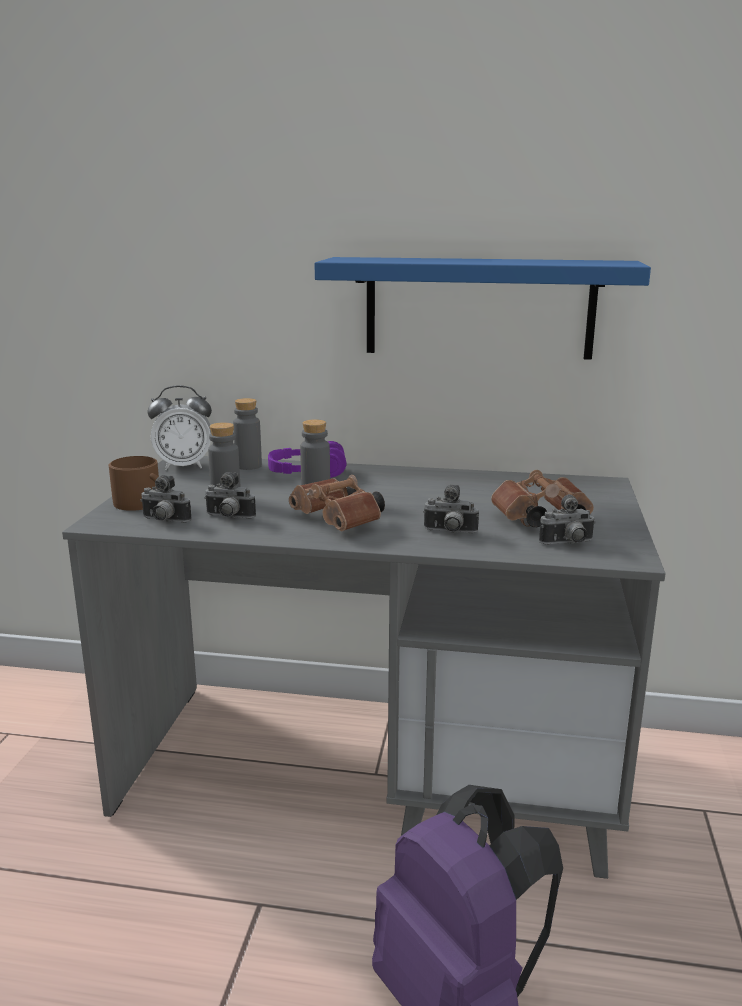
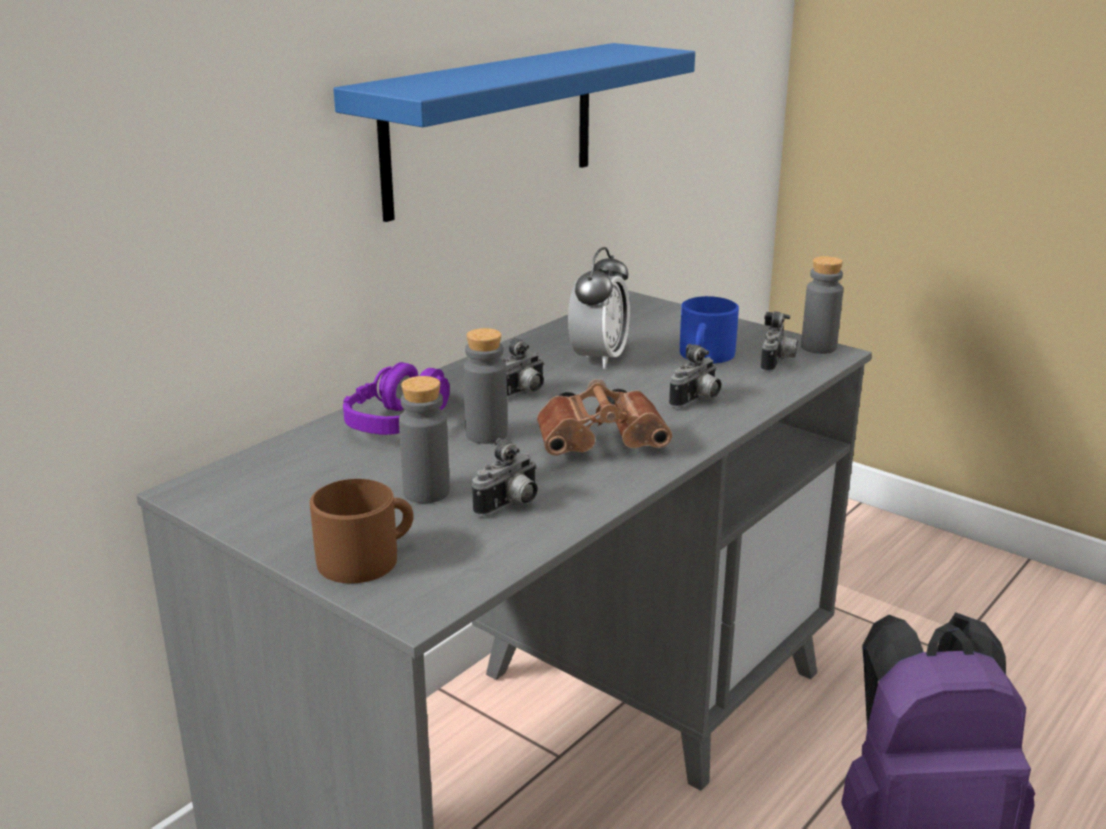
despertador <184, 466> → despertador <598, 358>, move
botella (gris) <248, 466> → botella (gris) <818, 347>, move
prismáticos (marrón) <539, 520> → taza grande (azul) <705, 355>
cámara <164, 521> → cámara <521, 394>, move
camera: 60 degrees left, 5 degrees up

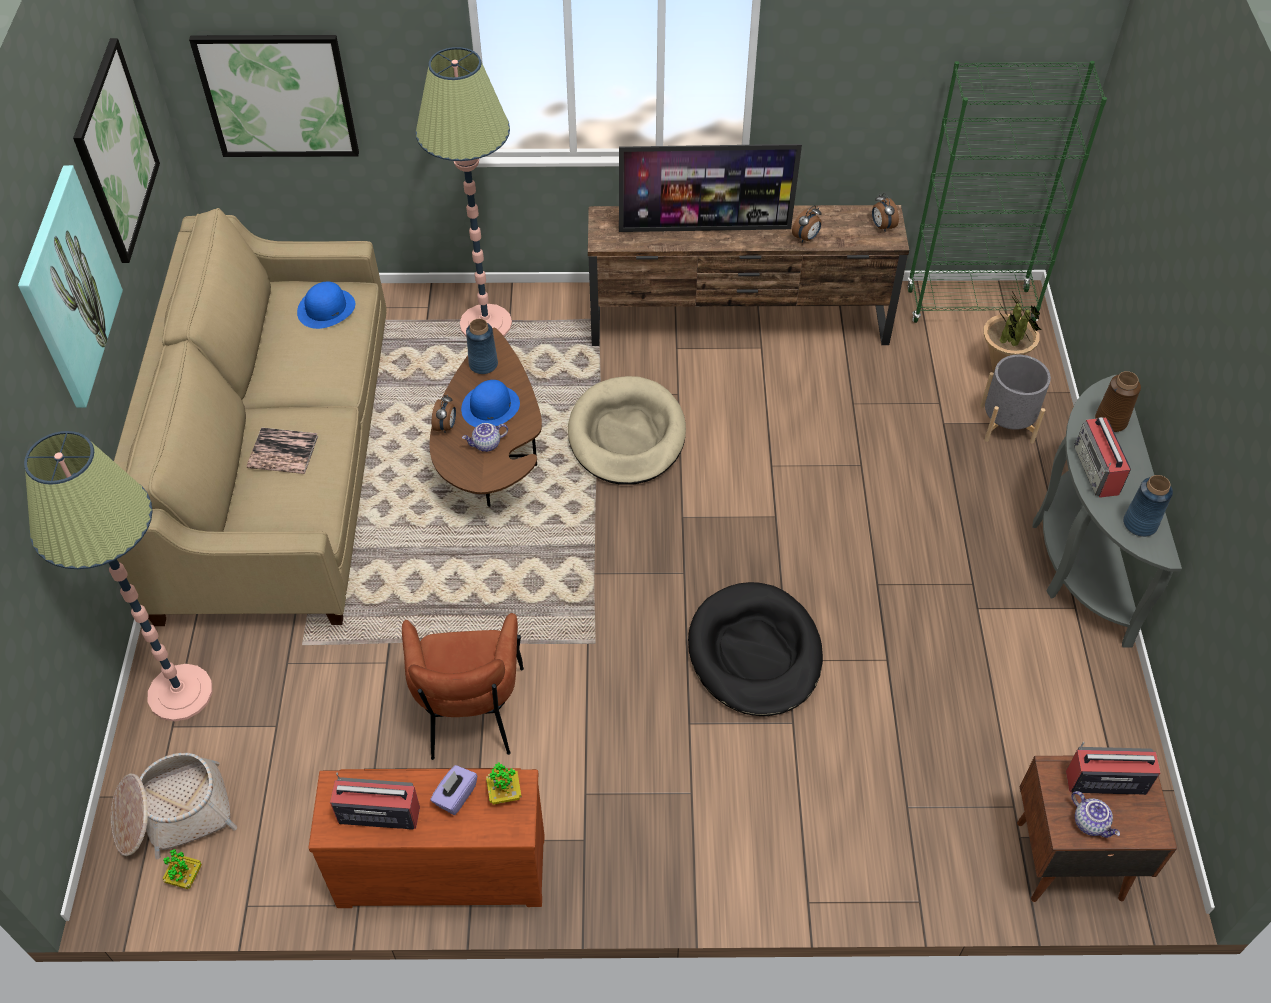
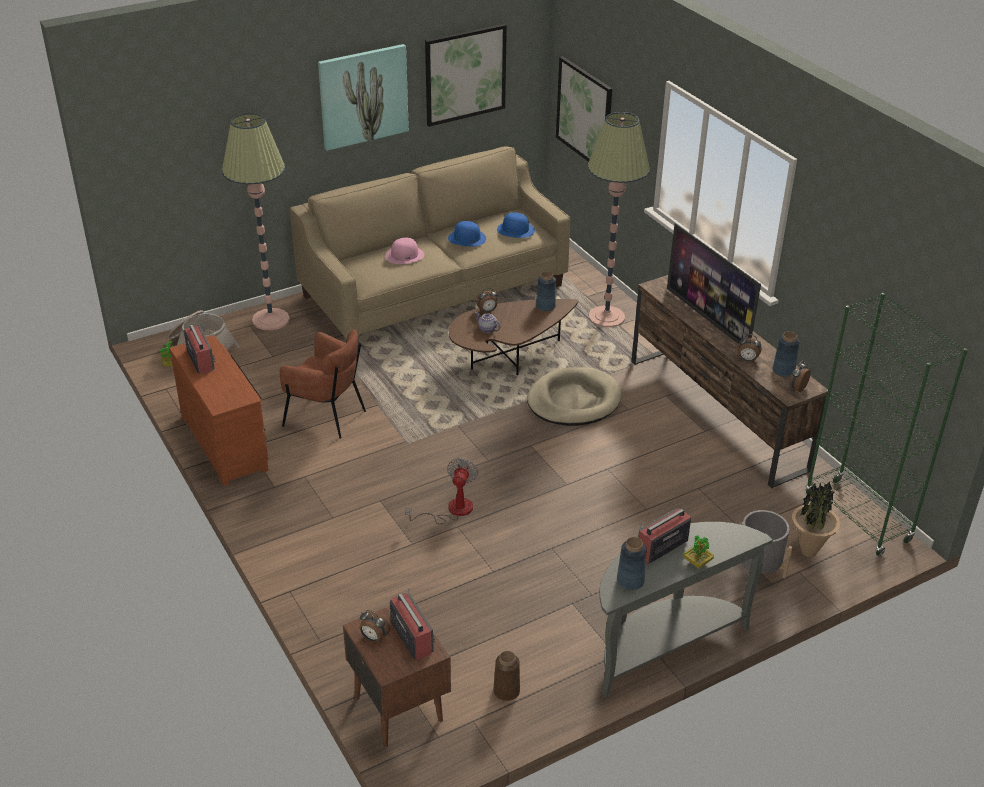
florero (marrón) <1111, 420> → florero (marrón) <506, 691>, move
sombrero (azul) <490, 407> → sombrero (azul) <467, 238>, move
libro <283, 452> → sombrero (rosa) <404, 255>
cama para perro (negro) <755, 653> → ventilador <451, 510>
sillón (marrón) <470, 713> → sillón (marrón) <326, 416>, 120 degrees counterclockwise
planta en maceta <504, 792> → planta en maceta <697, 562>, move
caja de pañuelos (morado) <455, 796> → -
tetera <1091, 823> → despertador <374, 638>
- → florero (azul) <783, 370>
camera: 60 degrees right, 15 degrees down

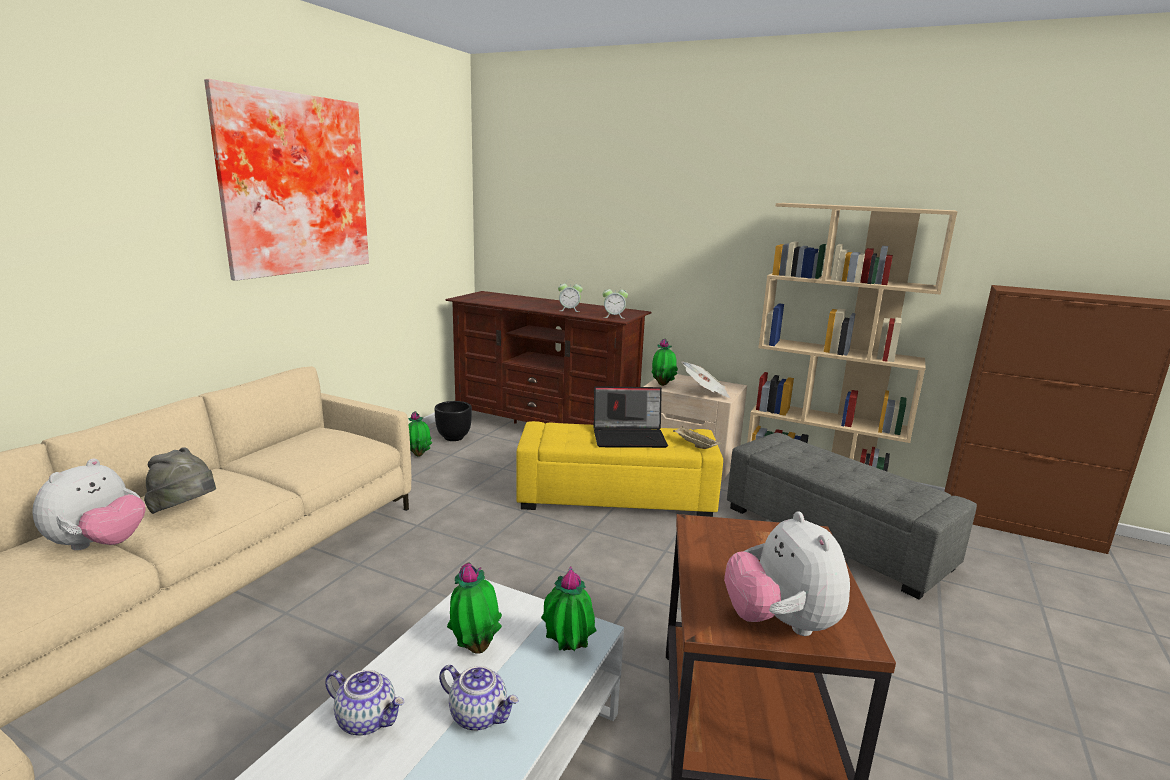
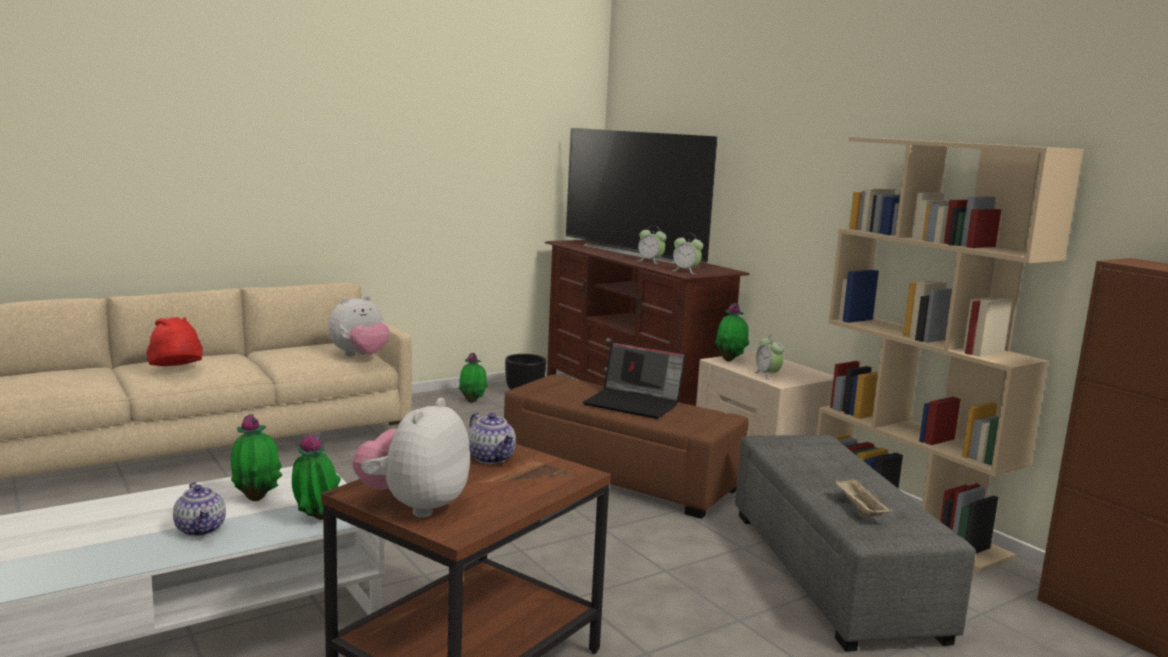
cuadro <292, 185> → -
periódico <705, 393> → despertador <767, 375>
puf (amarillo) <616, 497> → puf (marrón) <619, 476>
bandeja (beis) <694, 445> → bandeja (beis) <859, 509>, move
sombrero (gris) <186, 511> → sombrero (rojo) <176, 370>
peluche <99, 545> → peluche <360, 356>, move
tetera <367, 720> → tetera <492, 458>, move
- → televisor <636, 252>
camera: 30 degrees right, 5 degrees down

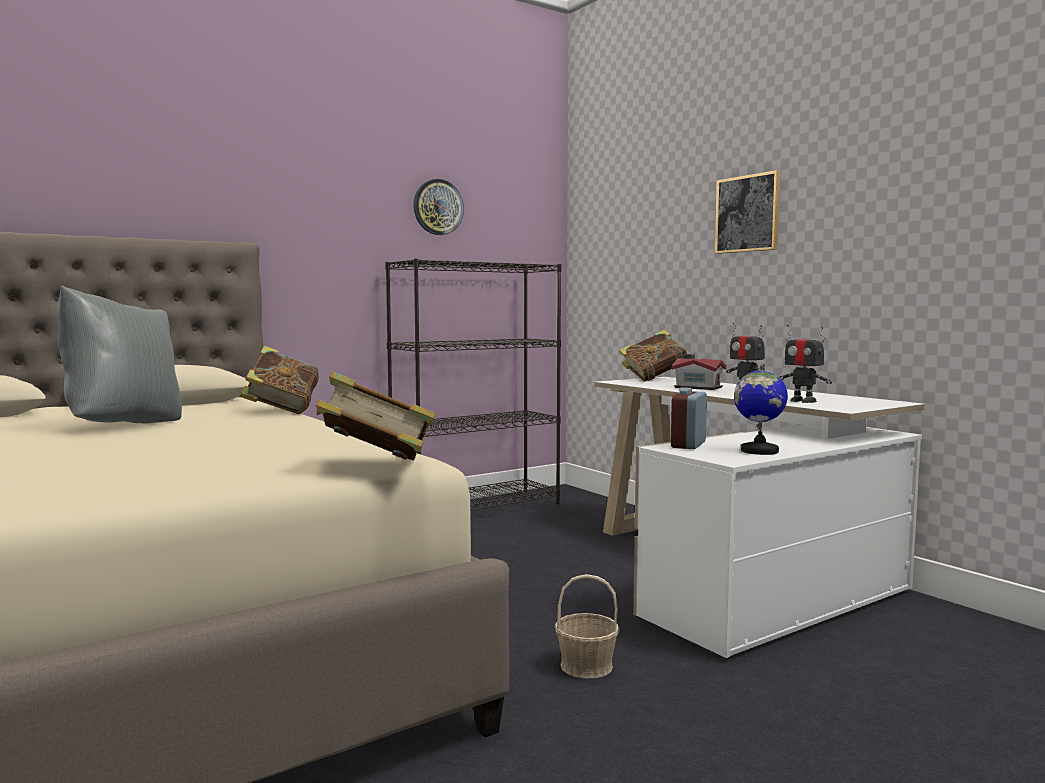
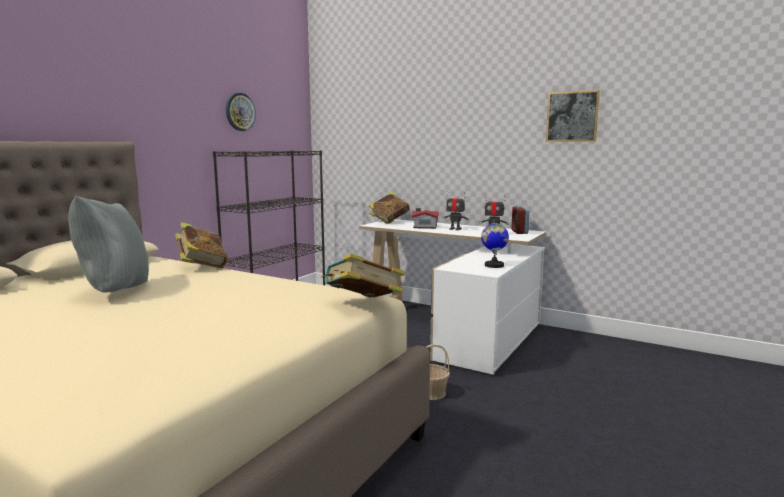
cuadro <748, 214> → cuadro <572, 116>, move
despertador <688, 445> → despertador <519, 232>, move
camera: 25 degrees left, 5 degrees up

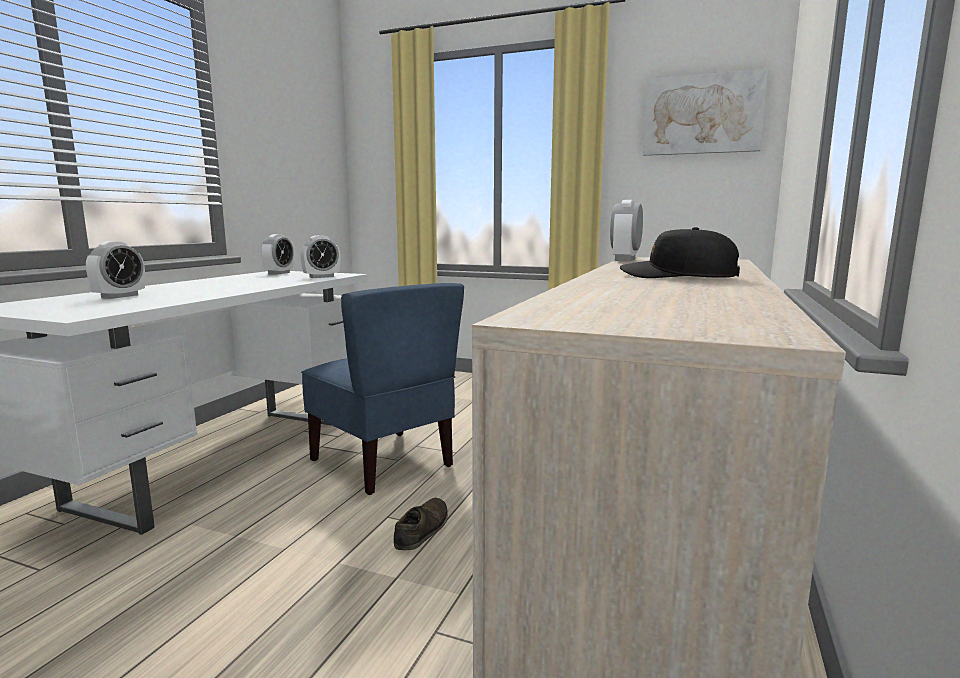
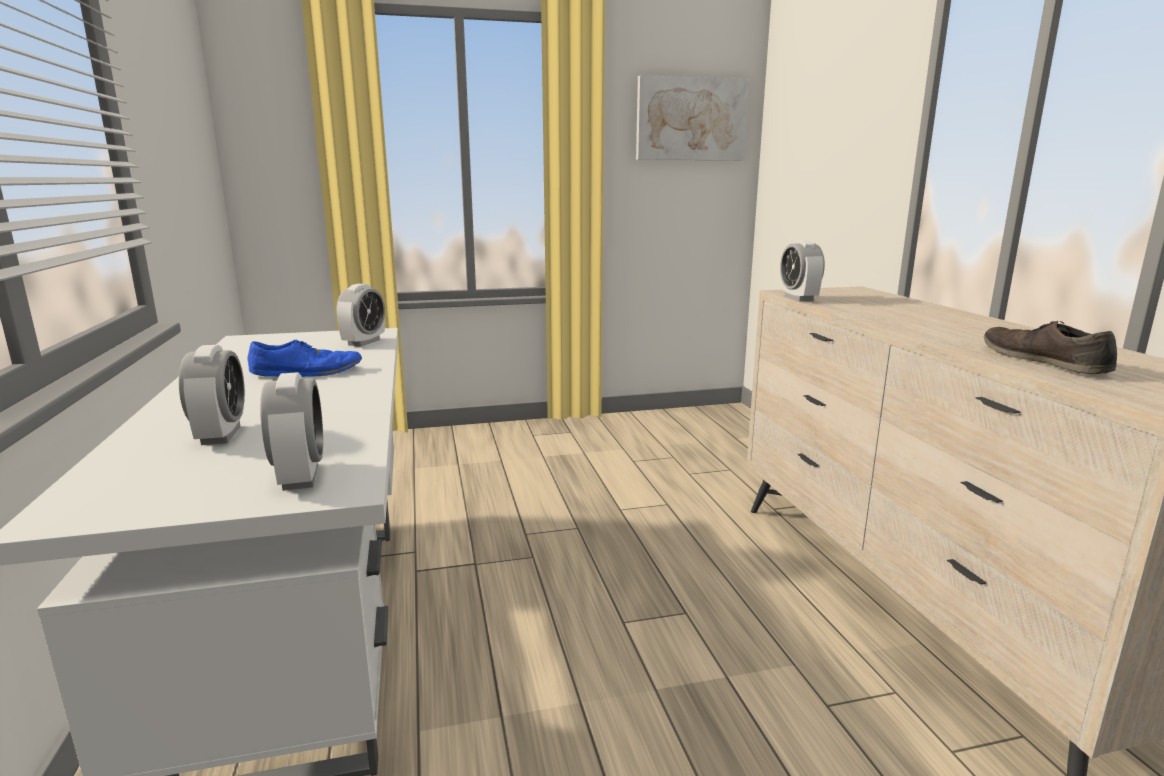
gorra (negro) <677, 276> → -
despertador <279, 273> → despertador <300, 477>, move
silla (azul) <383, 462> → -
zapato (marrón) <422, 530> → zapato (marrón) <1043, 361>, move
- → zapato (azul) <307, 372>
camera: 35 degrees left, 5 degrees up

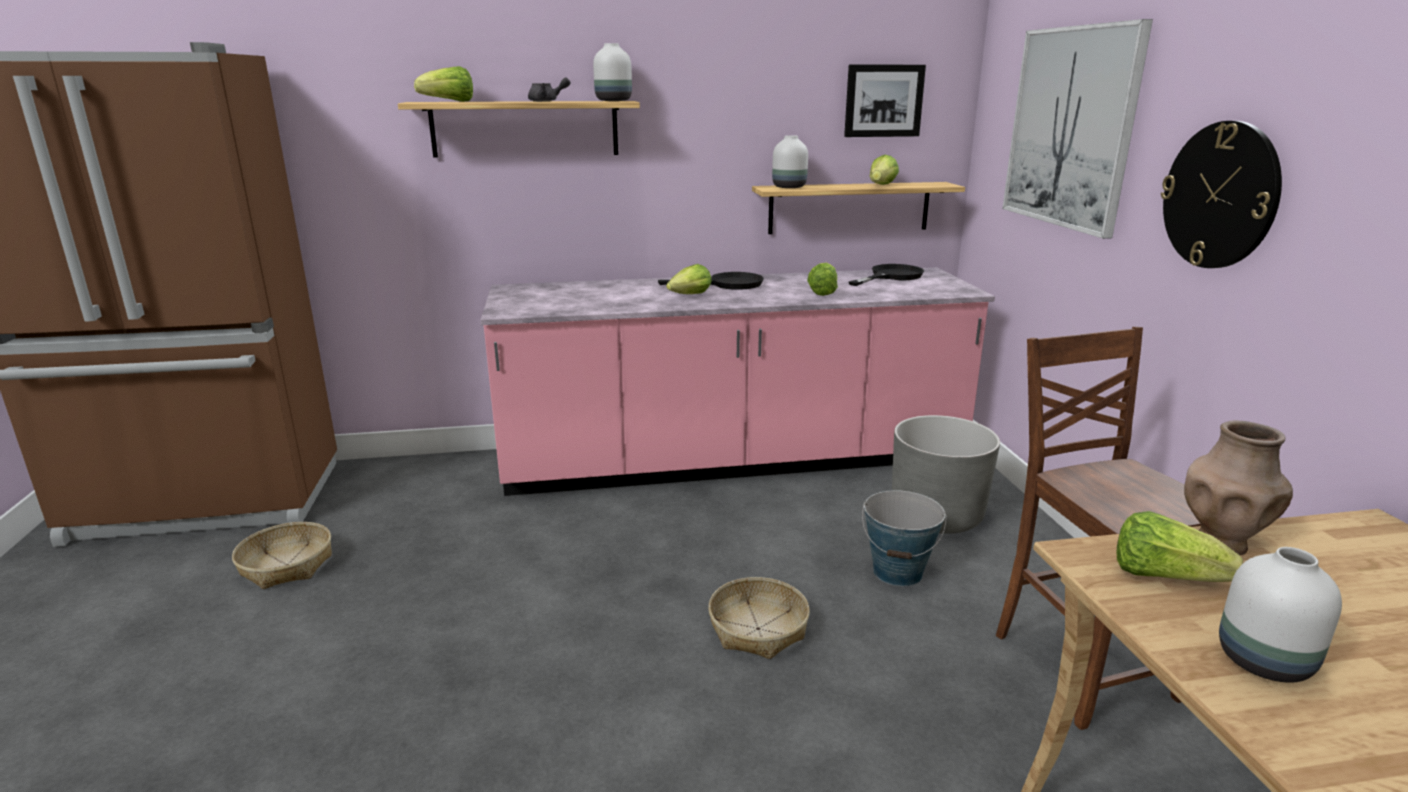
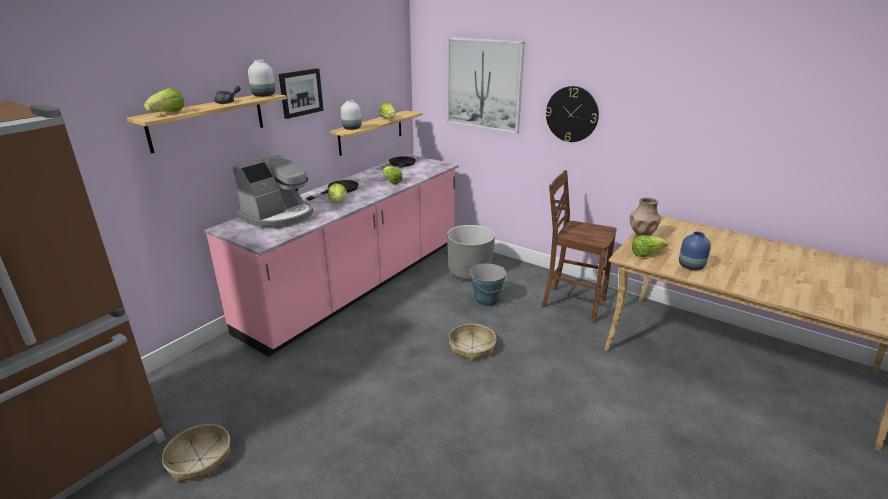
cuadro <883, 101> → cuadro <300, 92>, move
florero (blanco) <1262, 662> → florero (azul) <691, 266>
- → cafetera <279, 216>
camera: 45 degrees left, 5 degrees up

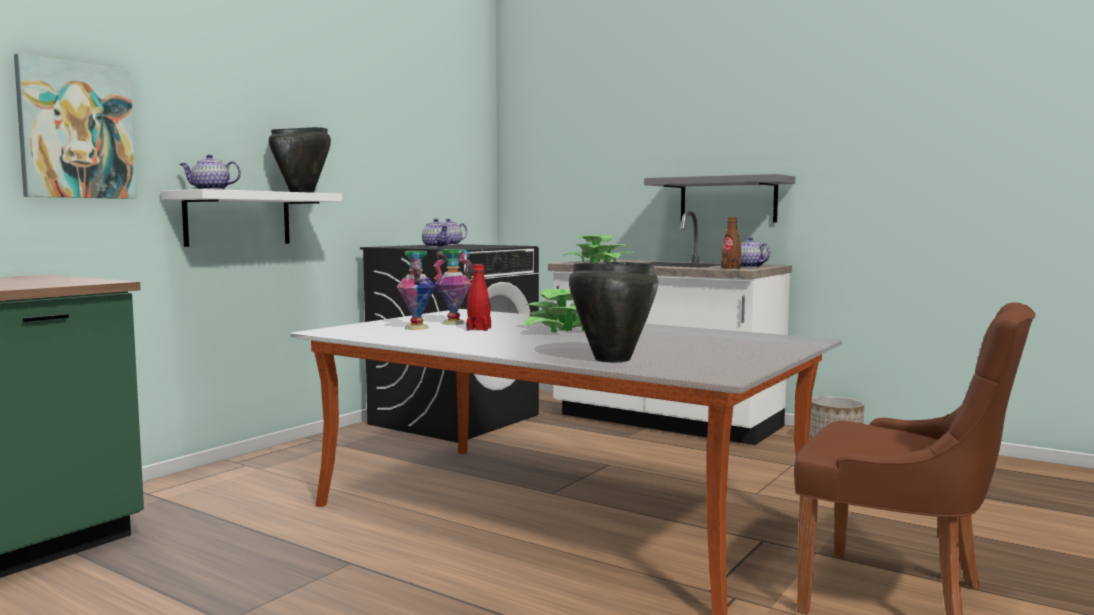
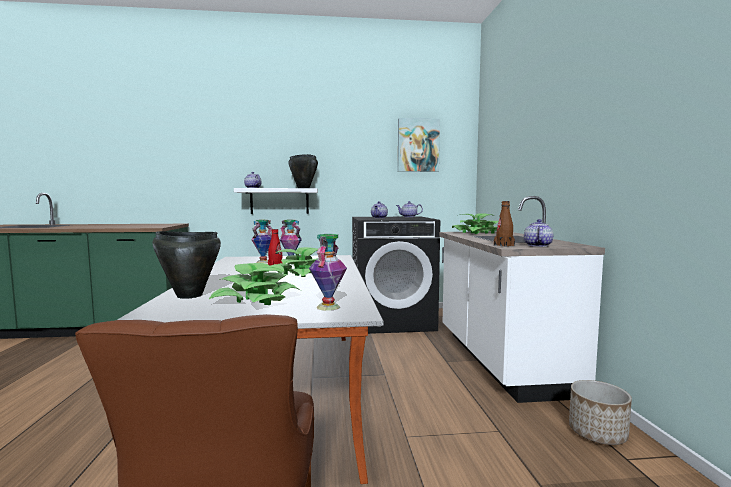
cuadro <76, 131> → cuadro <418, 145>, move
estante (gris) <728, 200> → -
- → florero <327, 307>
- → planta en maceta <256, 299>
camera: 50 degrees right, 0 degrees up

